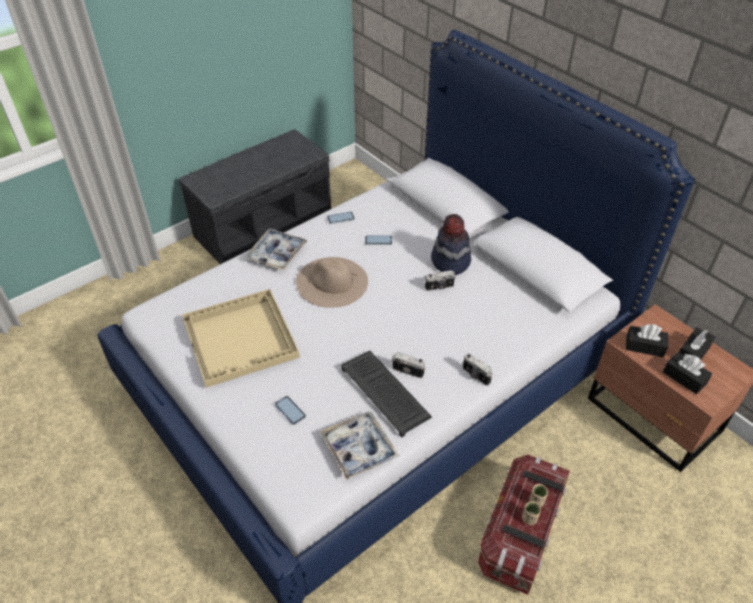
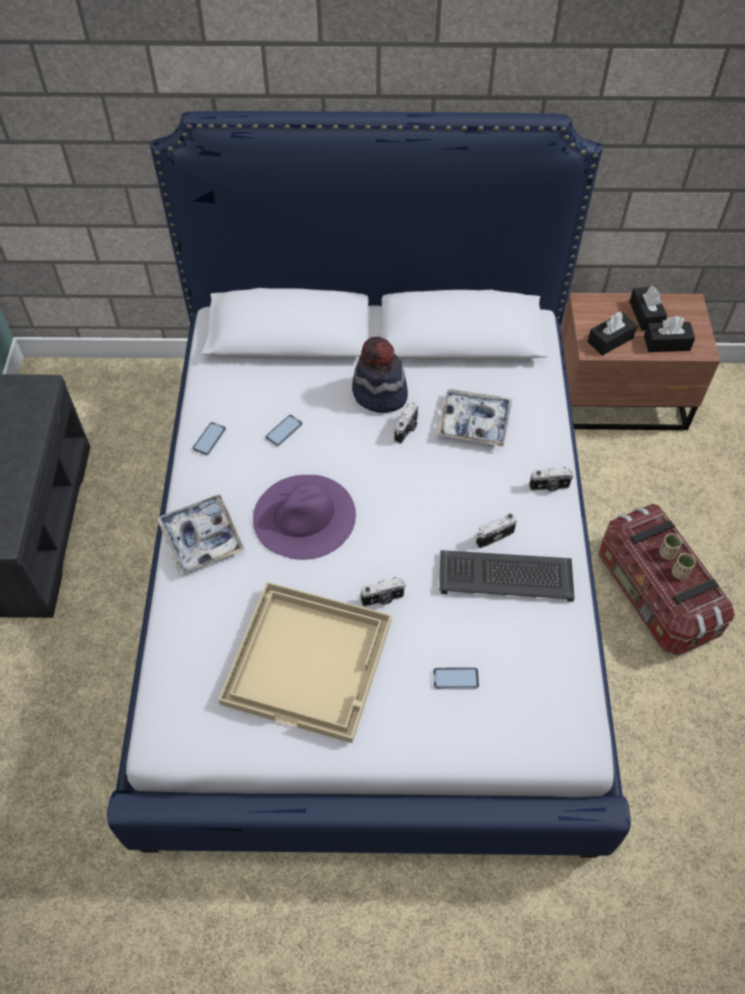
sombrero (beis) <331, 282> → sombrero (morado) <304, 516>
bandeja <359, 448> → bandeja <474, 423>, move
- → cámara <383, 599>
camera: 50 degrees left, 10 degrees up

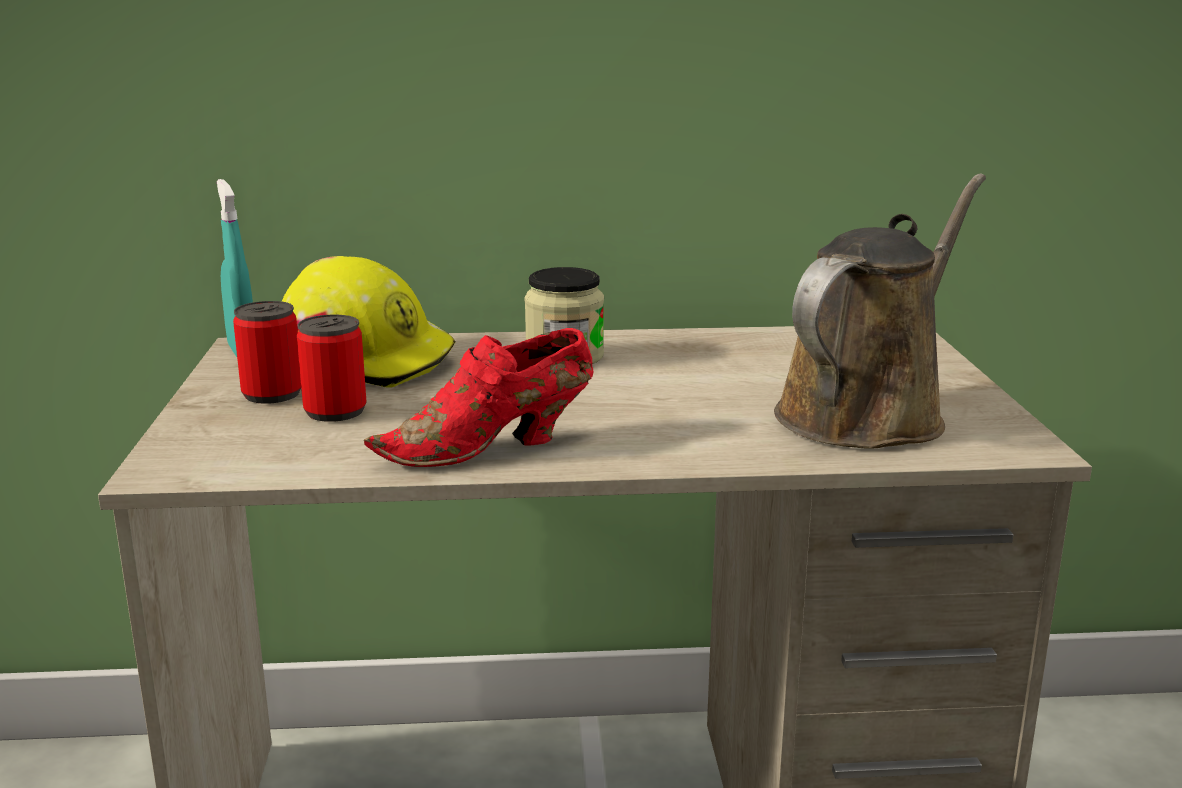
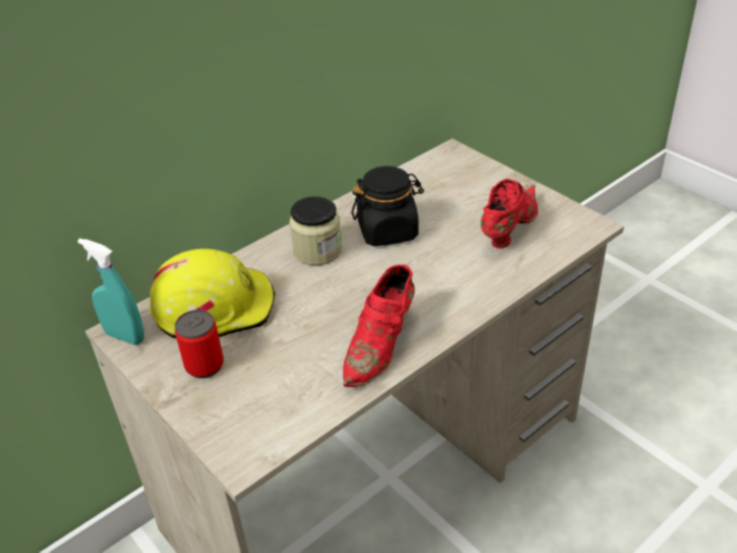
regadera (marrón) <868, 413> → zapato (rojo) <507, 230>
lata <335, 411> → -
- → tarro (negro) <388, 231>
camera: 35 degrees left, 20 degrees up

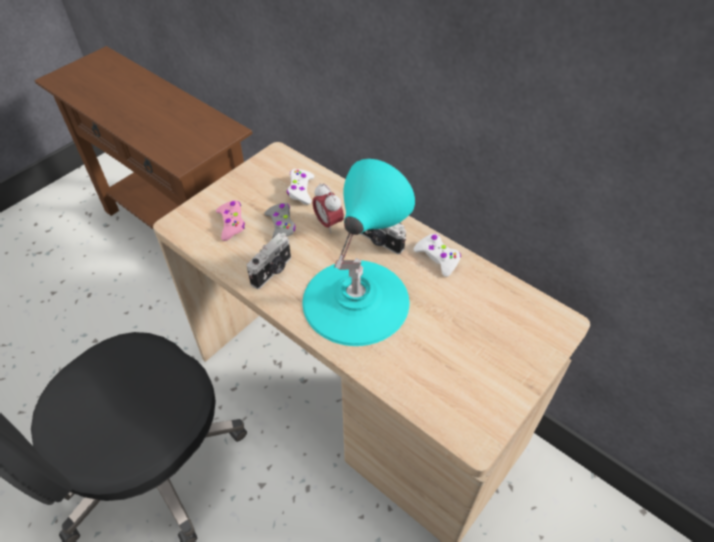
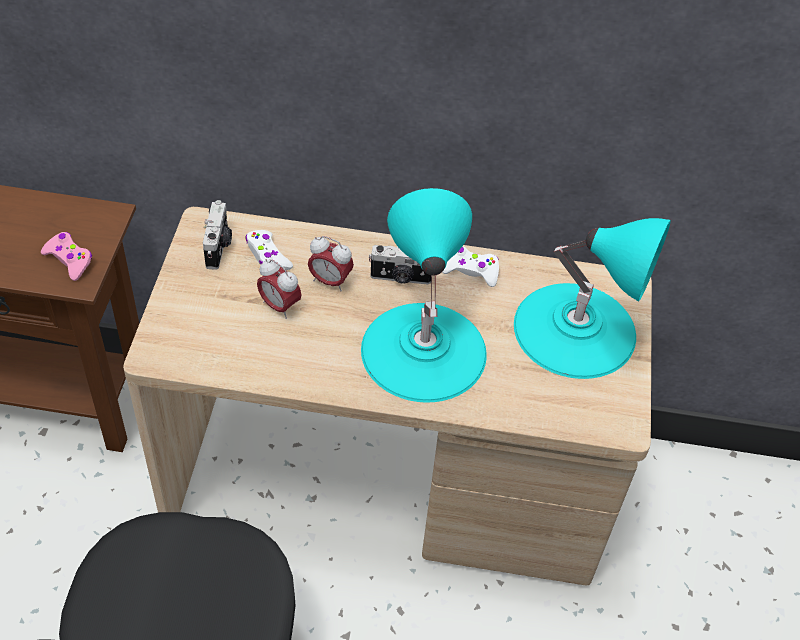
mando de consola (rosa) <231, 223> → mando de consola (rosa) <69, 260>, move
mando de consola (gris) <281, 226> → despertador <279, 306>
cámara <272, 271> → cámara <219, 247>, move
- → lámpara de mesa (turquesa) <575, 329>
camera: 35 degrees left, 0 degrees up

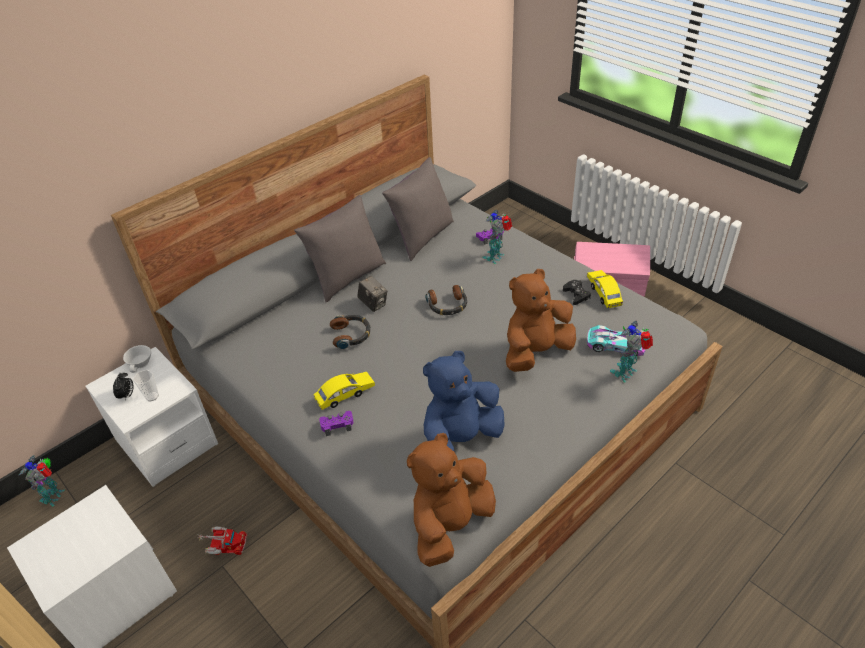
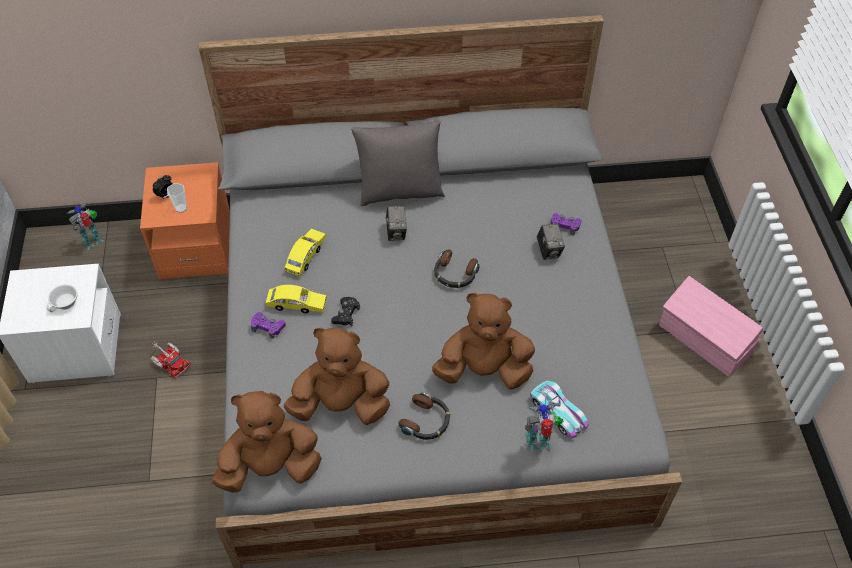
cojín (gris) <422, 238> → -
robot de juguete <496, 257> → cámara <549, 250>
coche de juguete (amarillo) <603, 293> → coche de juguete (amarillo) <306, 256>, move
mando de consola (negro) <576, 295> → mando de consola (negro) <346, 314>, move
auriculares <351, 335> → auriculares <426, 421>, move
taza (blanco) <141, 363> → taza (blanco) <66, 304>, move
mesita de noche (blanco) <166, 442> → mesita de noche (naranja) <196, 247>
peluche (azul) <460, 439> → peluche (marrón) <341, 404>
camera: 35 degrees right, 10 degrees up

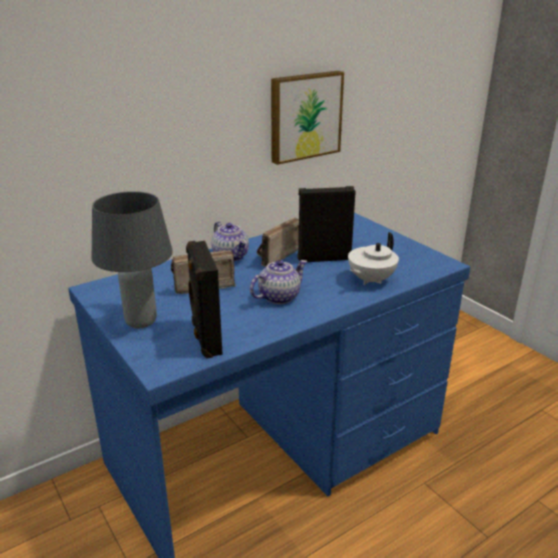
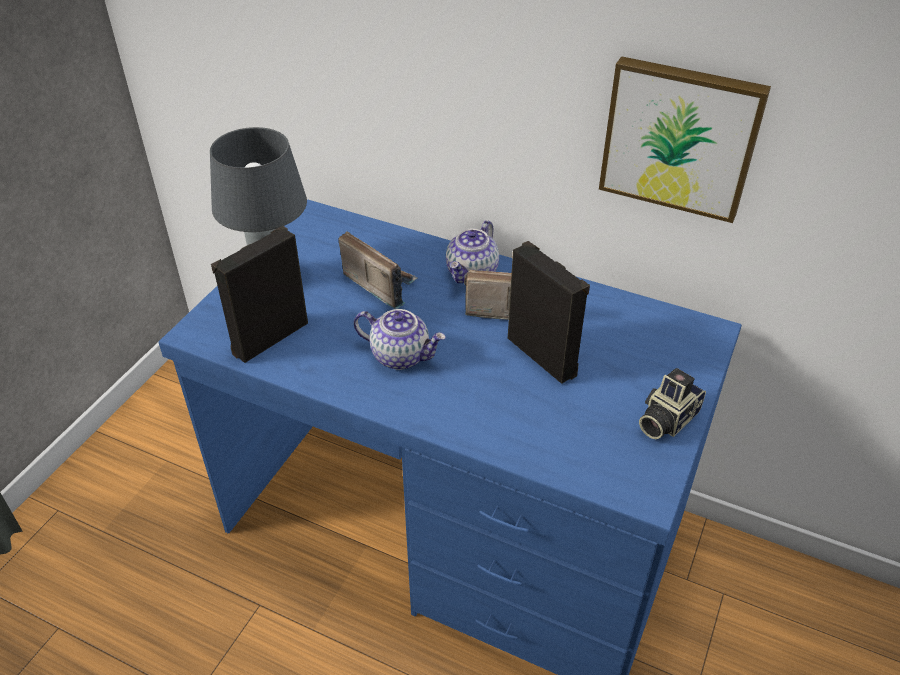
tetera (blanco) <370, 280> → -
- → cámara <665, 419>
camera: 60 degrees right, 15 degrees up

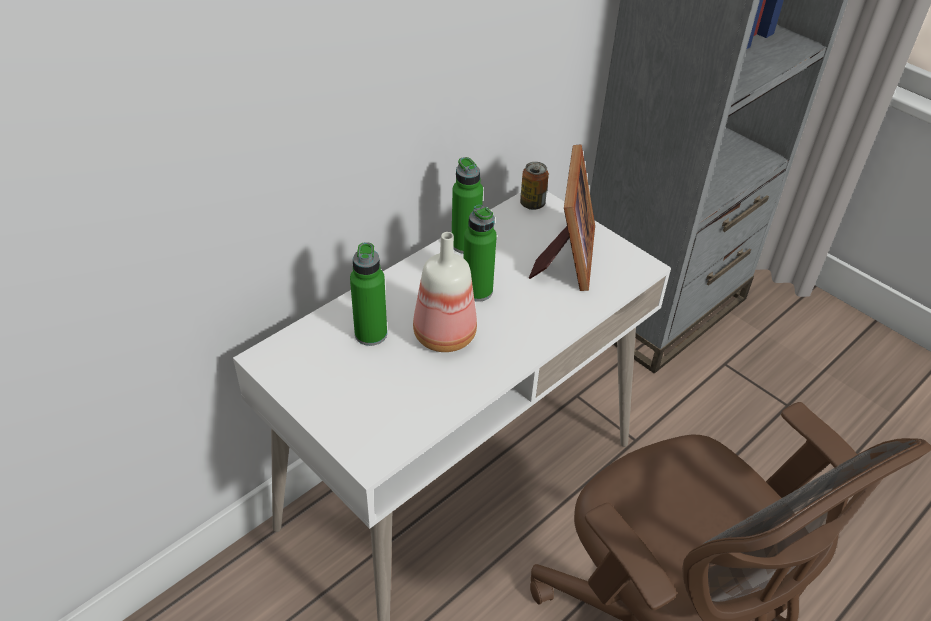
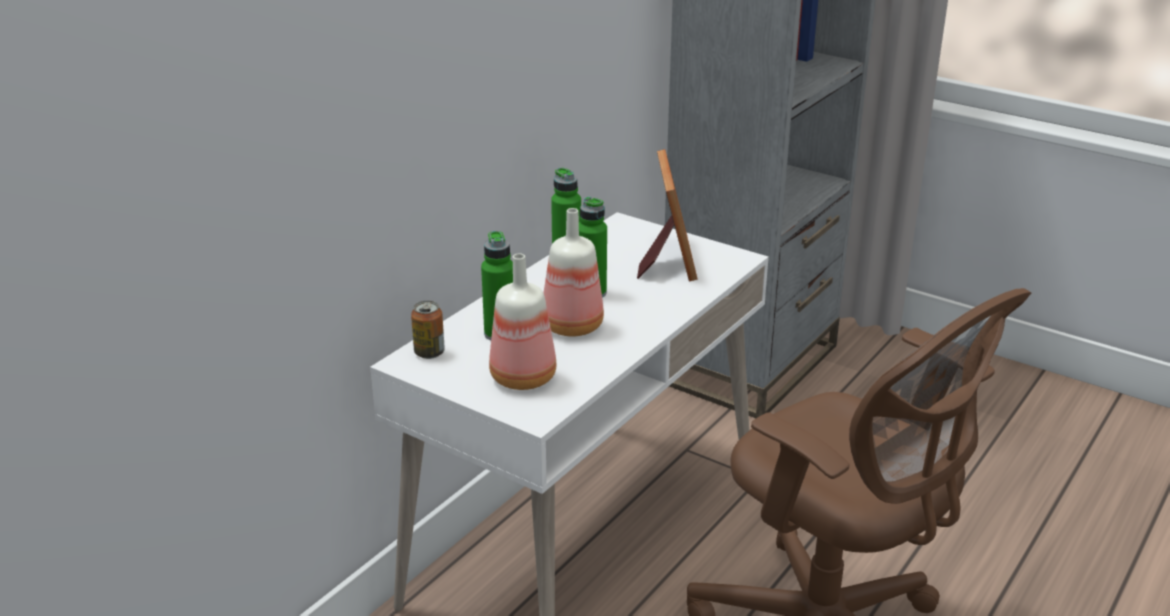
lata <532, 204> → lata <429, 353>, move
- → botella <525, 377>
camera: 10 degrees left, 15 degrees down

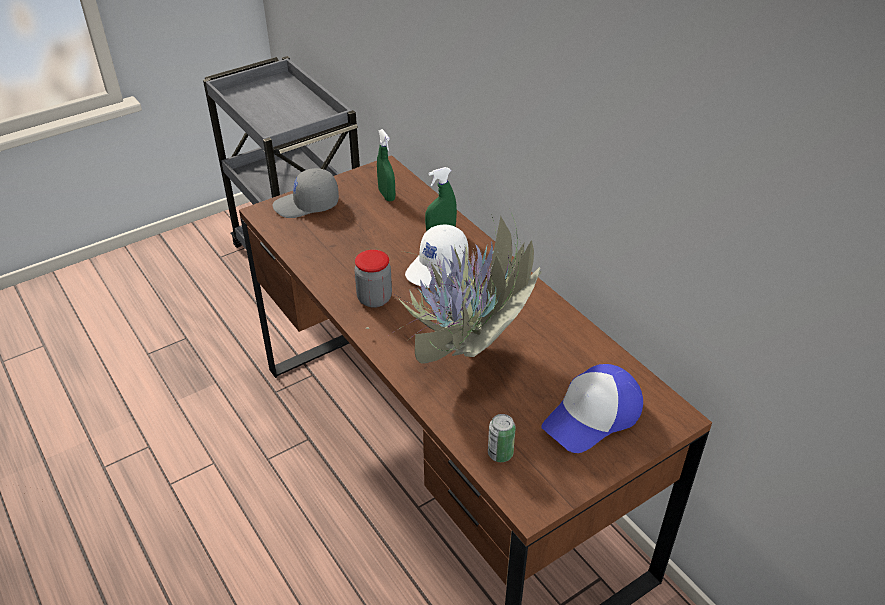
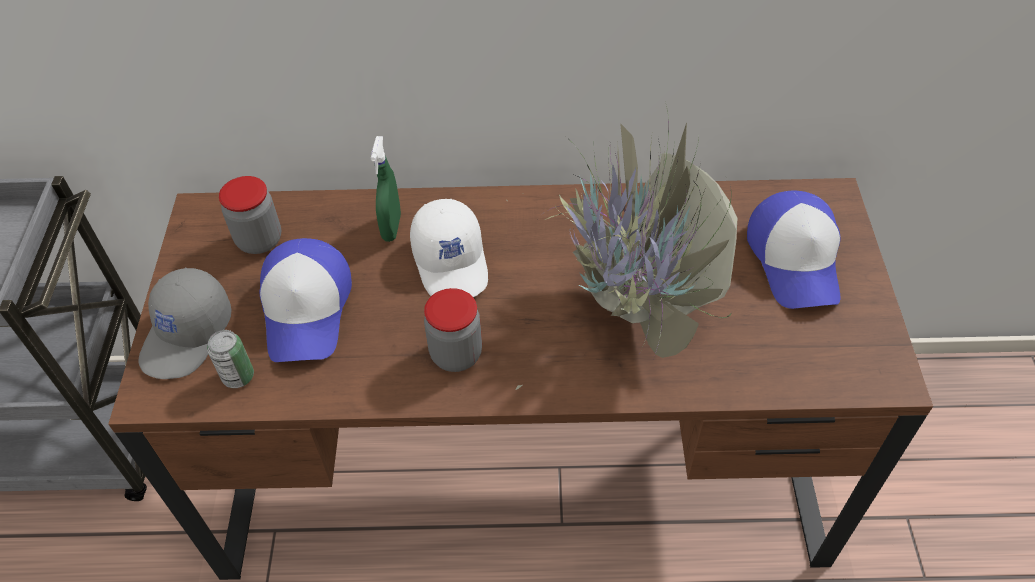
pulverizador (verde) <386, 195> → tarro <259, 240>
lata <500, 454> → lata <238, 376>, move
- → gorra <307, 309>
camera: 55 degrees left, 10 degrees up

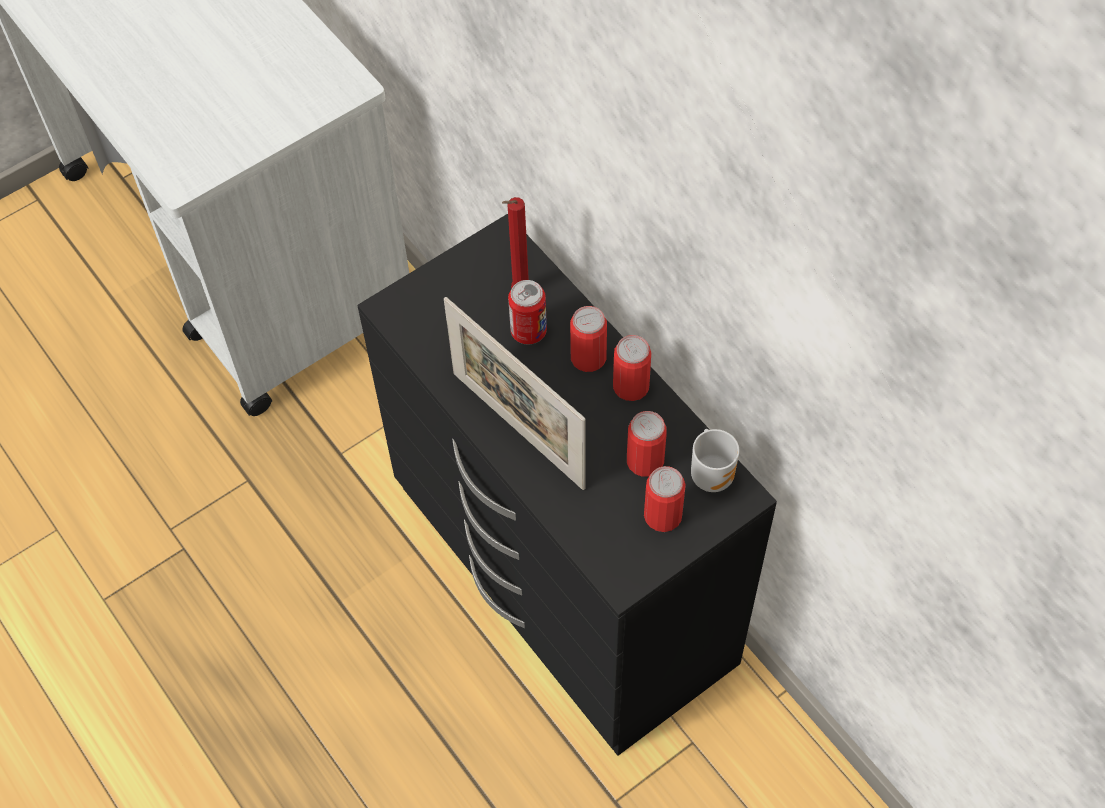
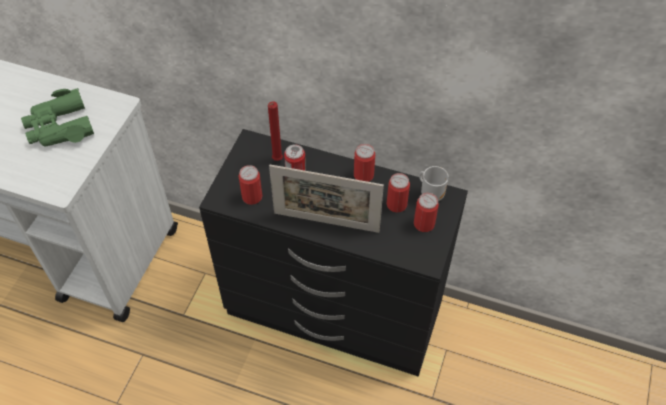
lata <588, 357> → lata <252, 196>, move
- → prismáticos (verde) <59, 127>
camera: 35 degrees left, 5 degrees down

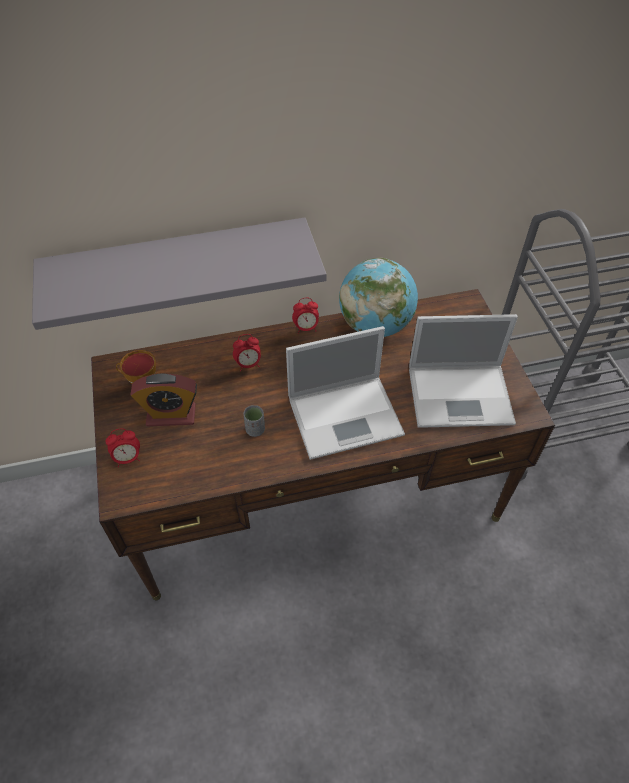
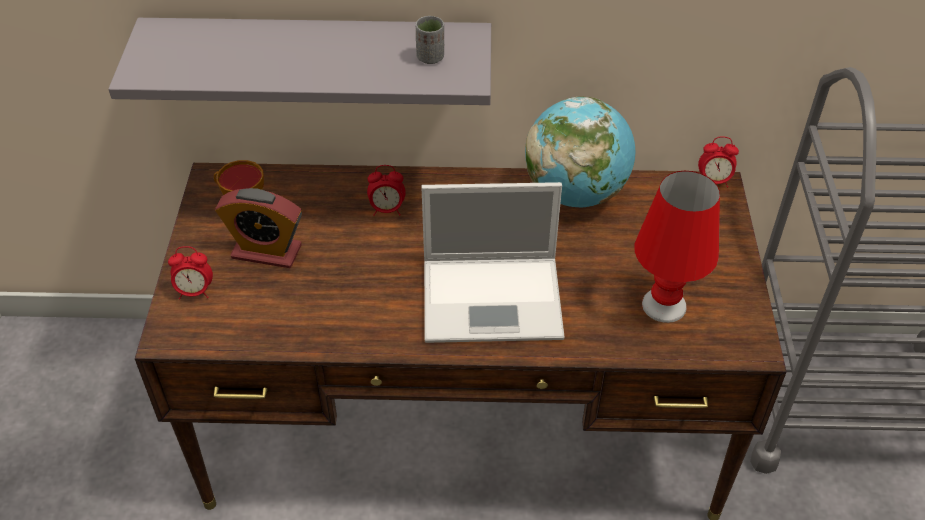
despertador <306, 328> → despertador <714, 181>, move
portátil <462, 395> → lámpara de mesa (rojo) <664, 305>
taza (gris) <255, 429> → taza (gris) <430, 57>, move
camera: 15 degrees right, 5 degrees down

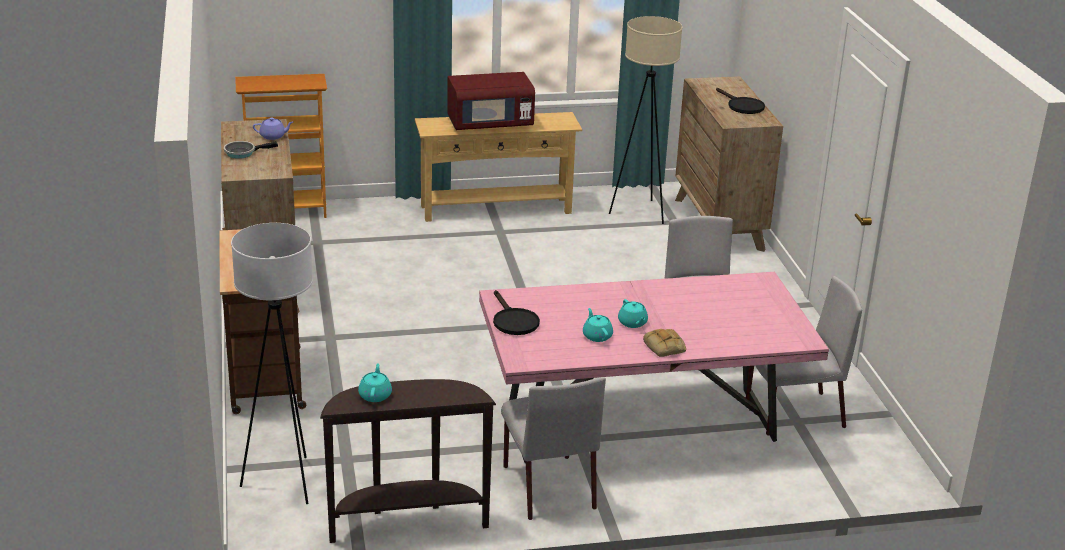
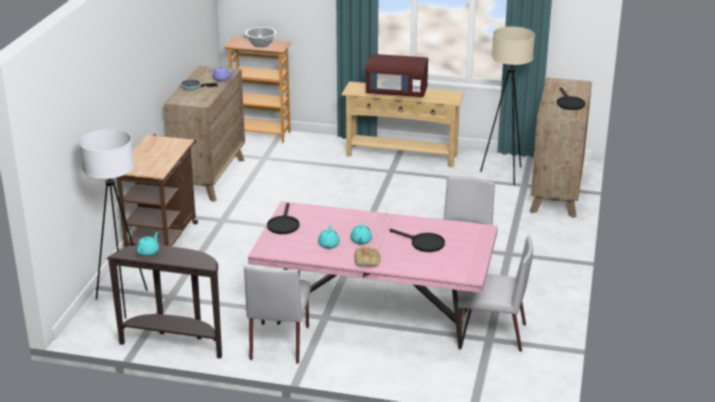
- → olla <261, 44>
- → sartén (negro) <423, 243>
camera: 25 degrees right, 0 degrees up

